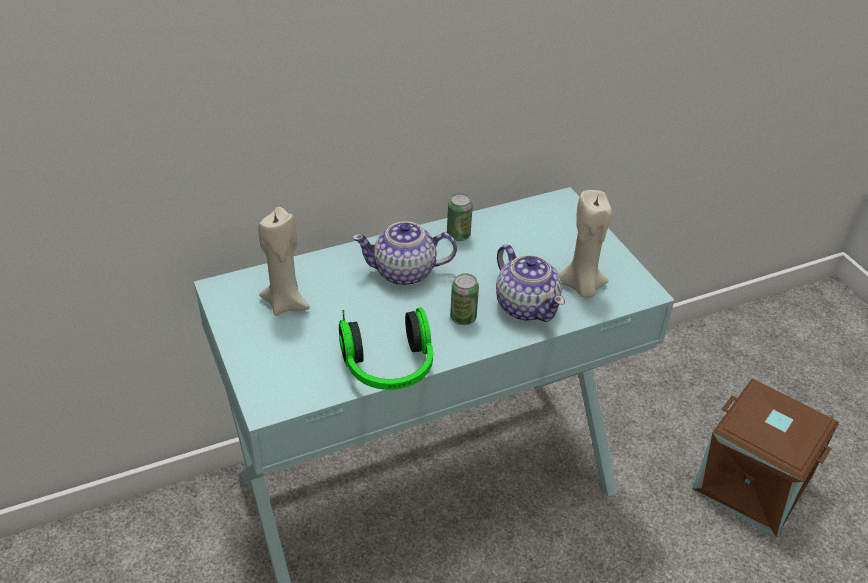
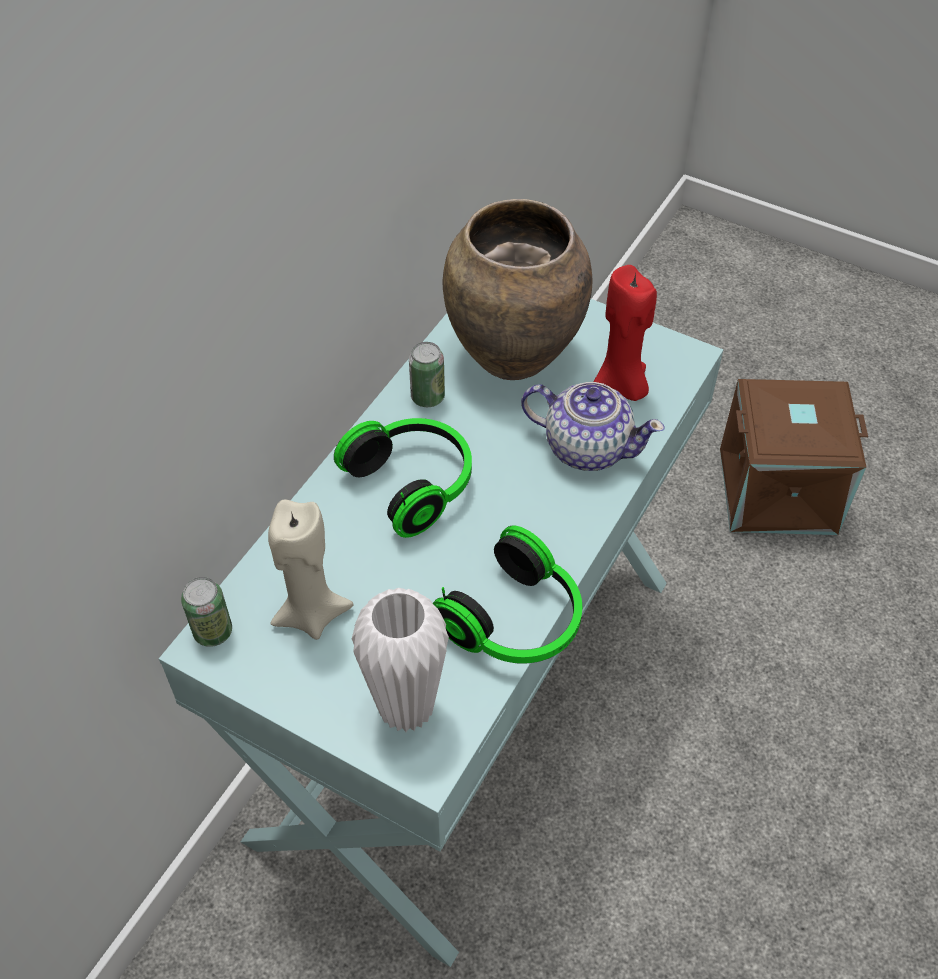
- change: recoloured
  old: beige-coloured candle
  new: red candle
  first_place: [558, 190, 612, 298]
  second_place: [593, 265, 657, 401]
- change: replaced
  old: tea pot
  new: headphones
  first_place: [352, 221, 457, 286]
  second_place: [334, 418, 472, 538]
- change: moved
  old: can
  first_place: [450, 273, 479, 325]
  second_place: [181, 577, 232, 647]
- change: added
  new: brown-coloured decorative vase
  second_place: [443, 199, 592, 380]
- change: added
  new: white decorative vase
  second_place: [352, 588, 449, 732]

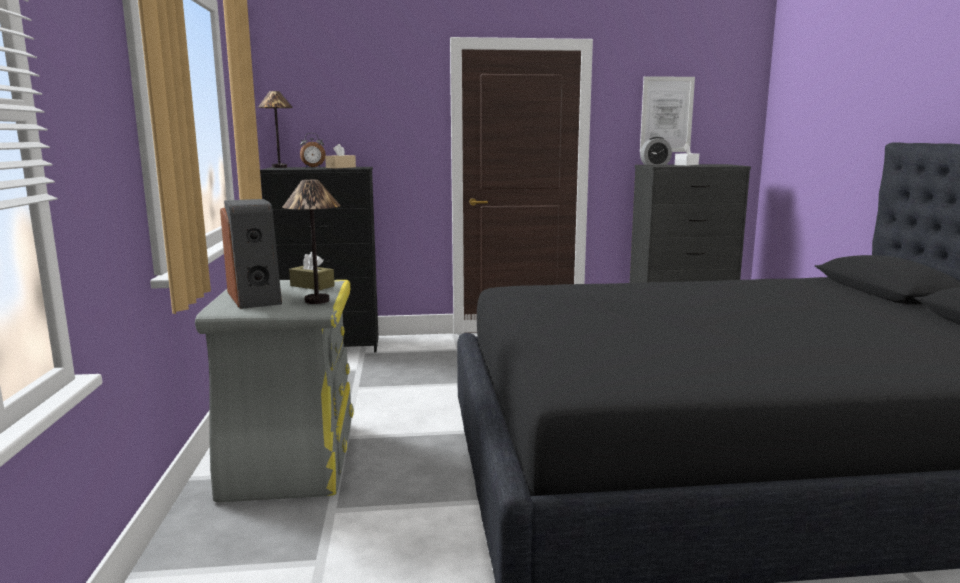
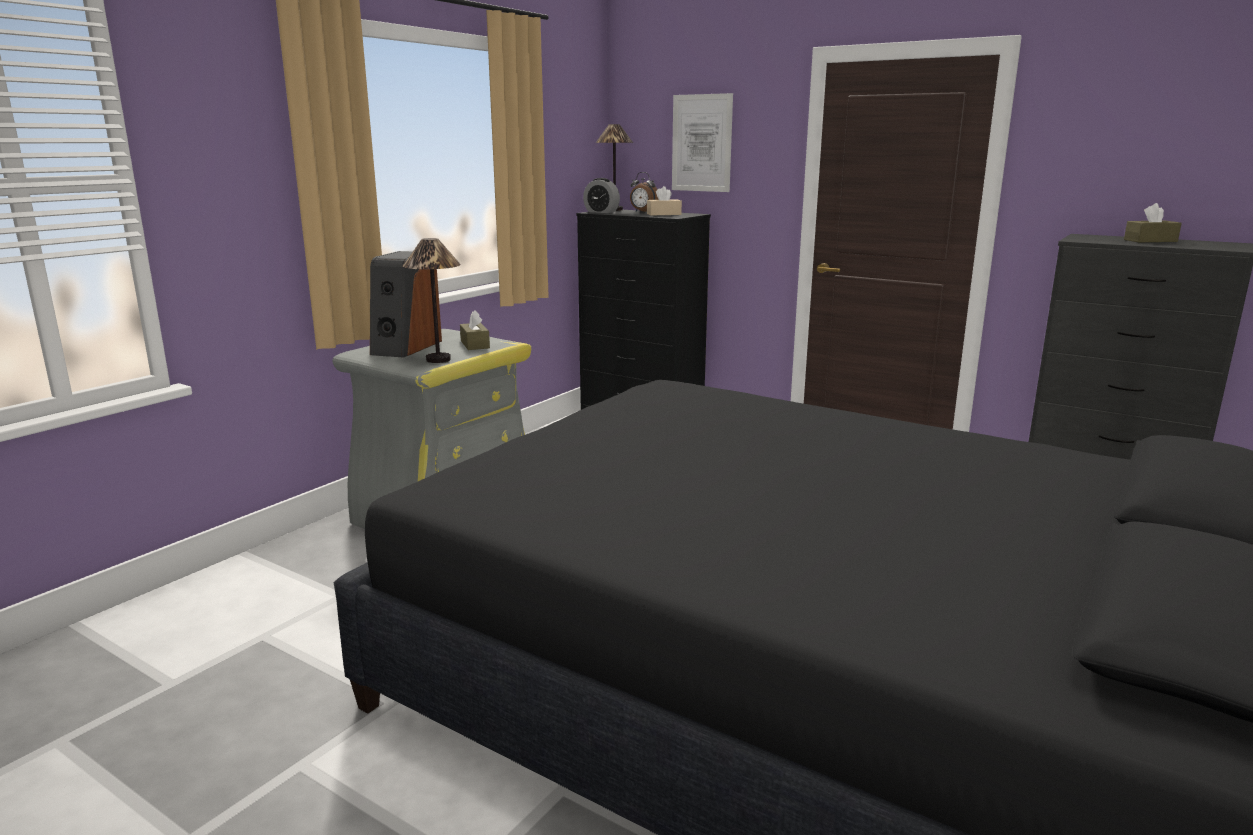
- change: moved
  old: wall art
  first_place: [640, 76, 695, 152]
  second_place: [672, 93, 733, 192]
- change: moved
  old: table clock
  first_place: [640, 137, 672, 165]
  second_place: [583, 178, 620, 213]
- change: recoloured
  old: white tissue holder
  new: brown-coloured tissue holder
  first_place: [675, 143, 699, 166]
  second_place: [1124, 203, 1182, 242]

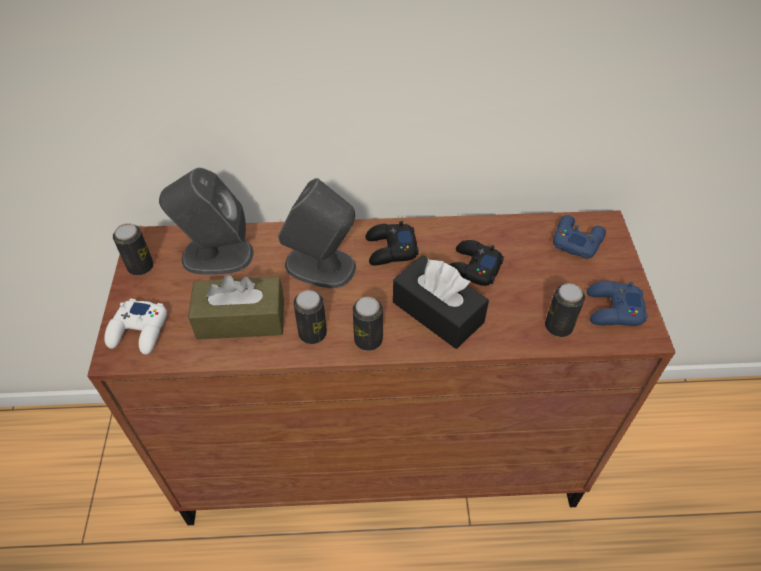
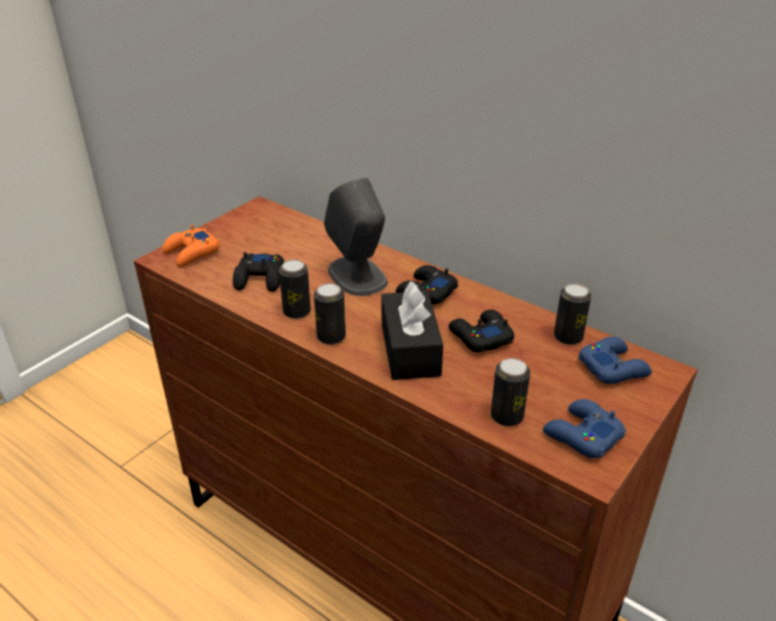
- change: removed
  old: grey audio speaker
  first_place: [159, 168, 253, 275]
- change: moved
  old: can
  first_place: [113, 223, 154, 276]
  second_place: [554, 283, 591, 345]
- change: replaced
  old: brown-coloured tissue holder
  new: blackish gamepad
  first_place: [188, 275, 284, 340]
  second_place: [233, 252, 284, 292]
- change: recoloured
  old: white gamepad
  new: orange gamepad
  first_place: [104, 299, 167, 355]
  second_place: [162, 225, 220, 267]

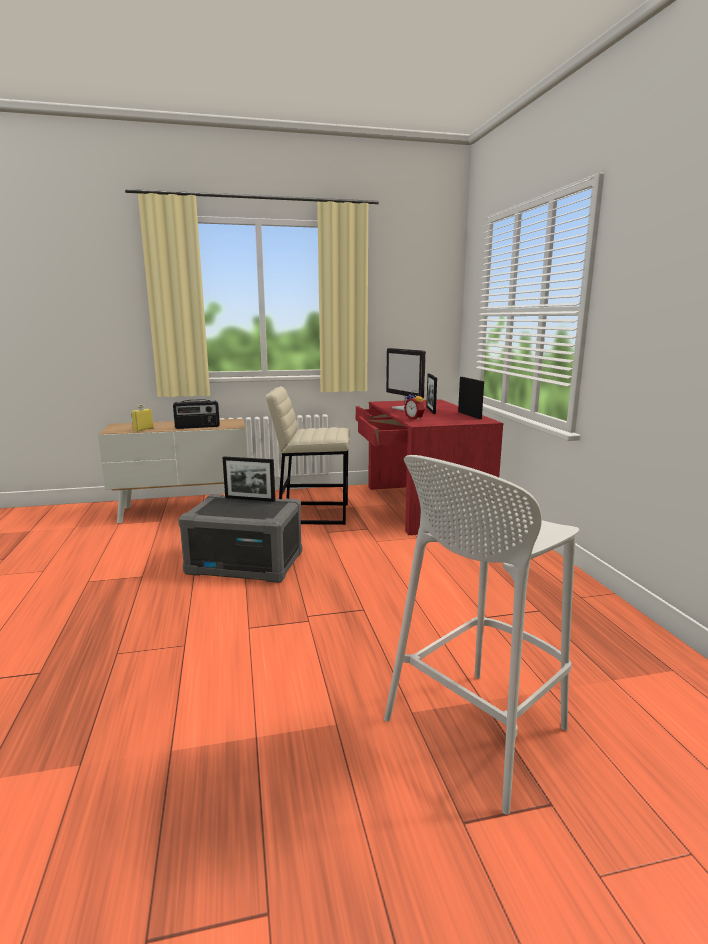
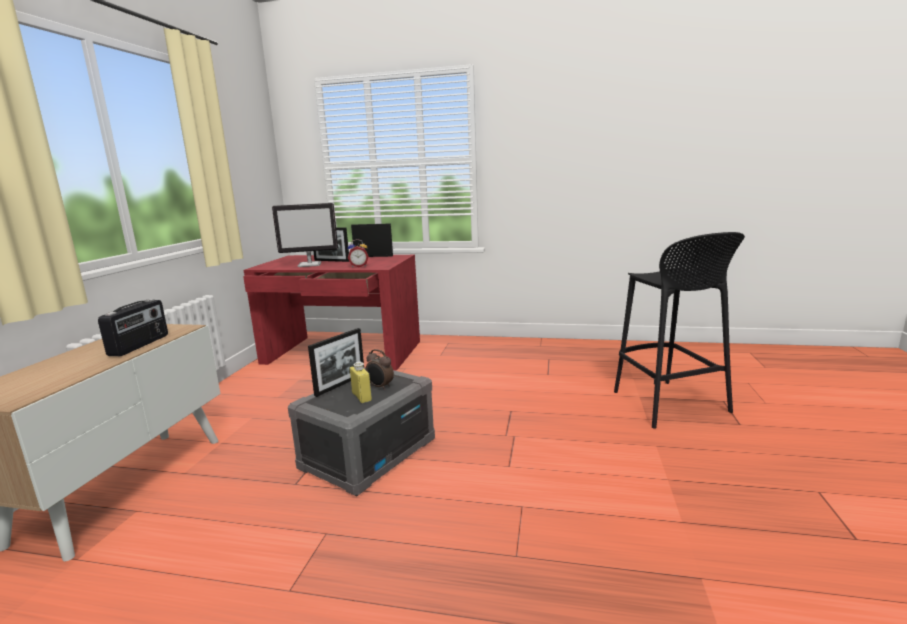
- change: removed
  old: beige-coloured chair
  first_place: [266, 386, 350, 525]
- change: moved
  old: yellow drink bottle
  first_place: [131, 404, 154, 432]
  second_place: [350, 362, 372, 403]
- change: recoloured
  old: white stool seat
  new: blackish stool seat
  first_place: [384, 455, 579, 815]
  second_place: [614, 232, 745, 429]
- change: added
  new: table clock
  second_place: [365, 349, 394, 390]

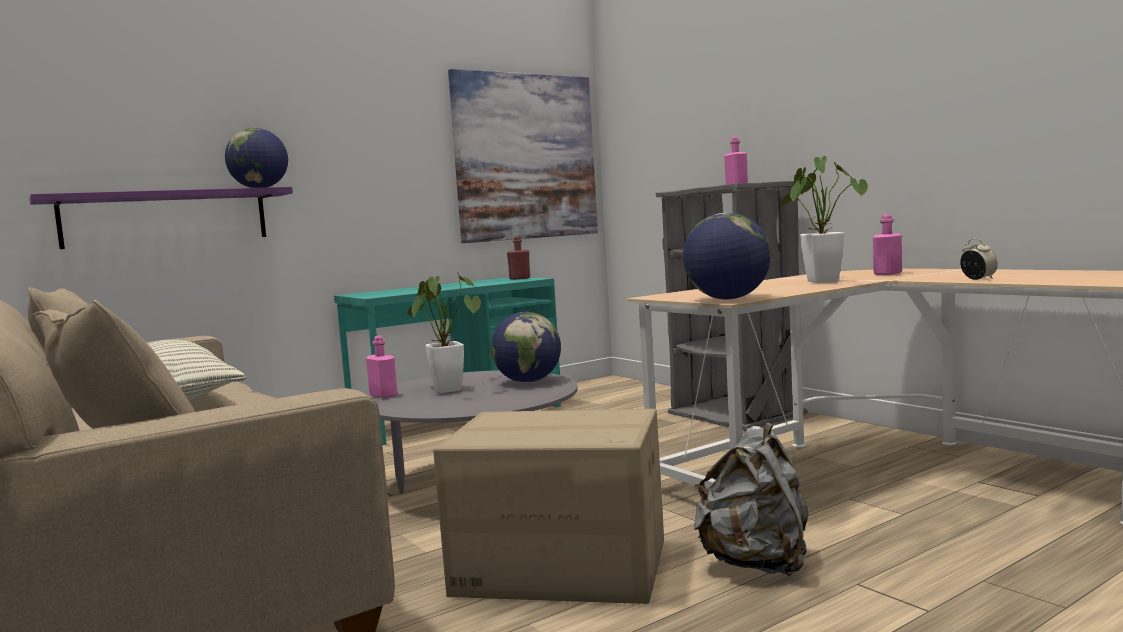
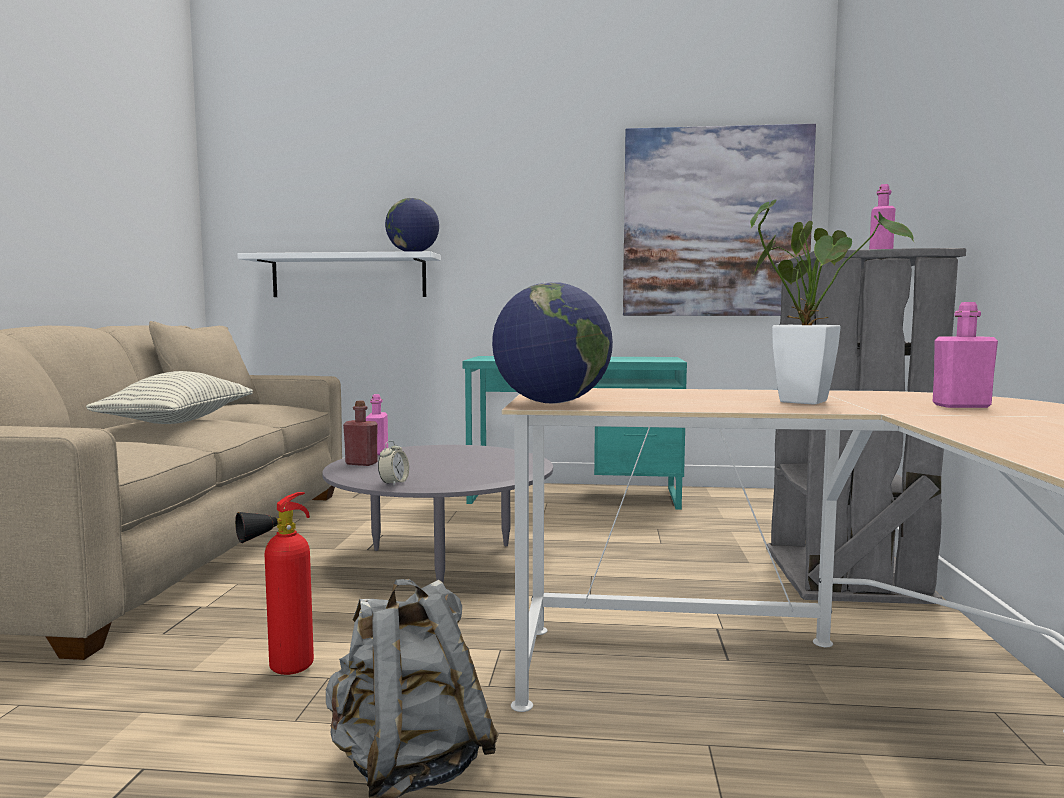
- change: recoloured
  old: purplish bracket shelf
  new: white bracket shelf
  first_place: [29, 187, 293, 249]
  second_place: [237, 251, 441, 297]
- change: moved
  old: red drink bottle
  first_place: [507, 236, 530, 280]
  second_place: [343, 401, 378, 466]
- change: moved
  old: table clock
  first_place: [960, 238, 998, 280]
  second_place: [378, 440, 409, 486]
- change: removed
  old: potted plant
  first_place: [407, 272, 481, 393]
- change: removed
  old: world globe
  first_place: [491, 312, 561, 383]
- change: replaced
  old: cardboard box
  new: fire extinguisher
  first_place: [433, 409, 664, 604]
  second_place: [235, 492, 314, 675]

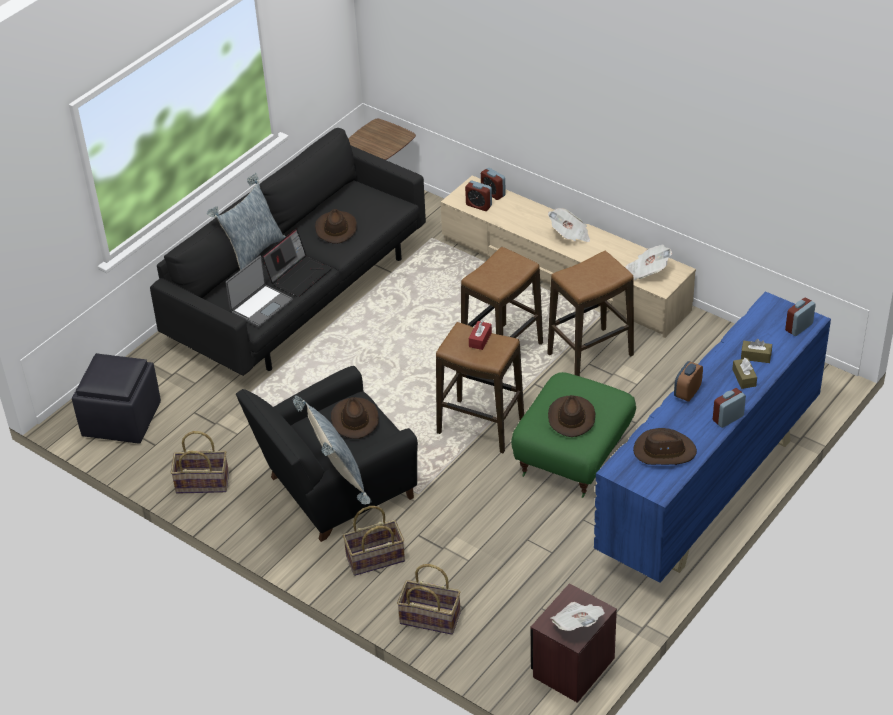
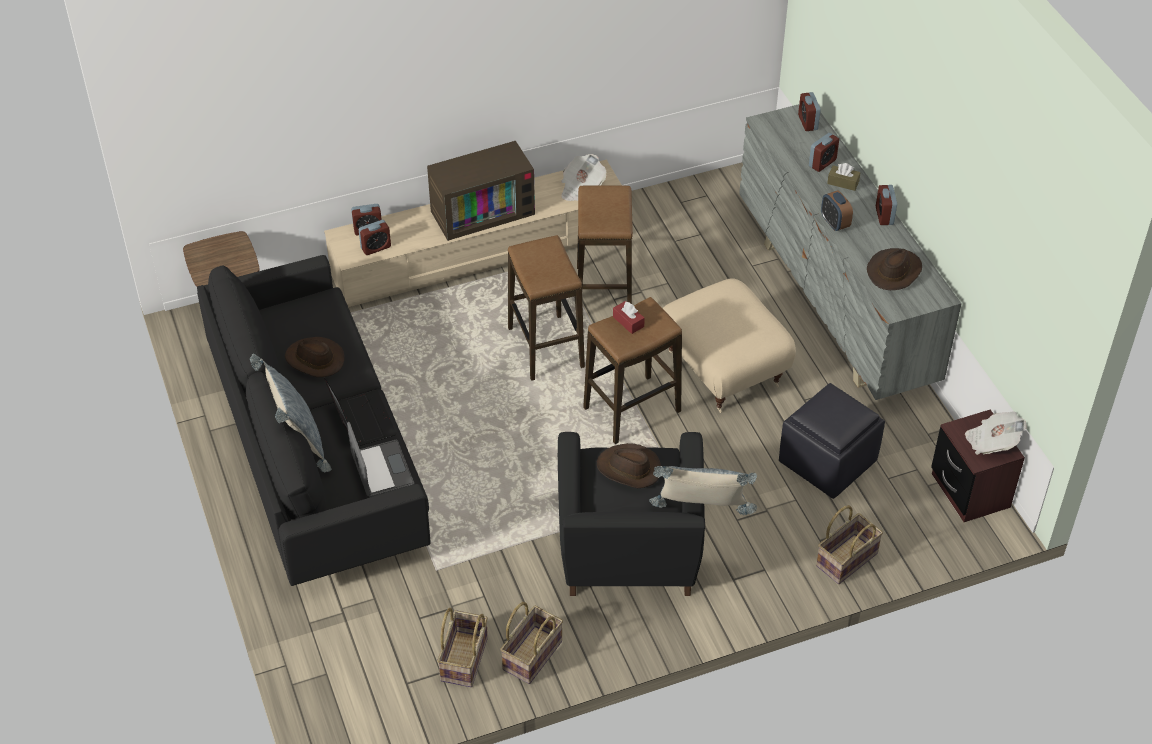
- change: replaced
  old: newspaper
  new: TV set
  first_place: [548, 208, 590, 242]
  second_place: [427, 141, 535, 241]
- change: recoloured
  old: blue cabinet
  new: grey cabinet
  first_place: [594, 291, 831, 583]
  second_place: [739, 104, 962, 400]
- change: replaced
  old: brown-coloured tissue holder
  new: table clock
  first_place: [741, 339, 772, 363]
  second_place: [809, 133, 839, 172]
- change: moved
  old: blackish ottoman
  first_place: [72, 353, 161, 444]
  second_place: [779, 383, 885, 499]
- change: recoloured
  old: greenish ottoman
  new: beige-coloured ottoman
  first_place: [511, 372, 636, 498]
  second_place: [663, 279, 796, 413]
- change: removed
  old: brown-coloured hat
  first_place: [548, 395, 595, 437]
- change: moved
  old: basket
  first_place: [343, 506, 405, 576]
  second_place: [437, 608, 488, 687]

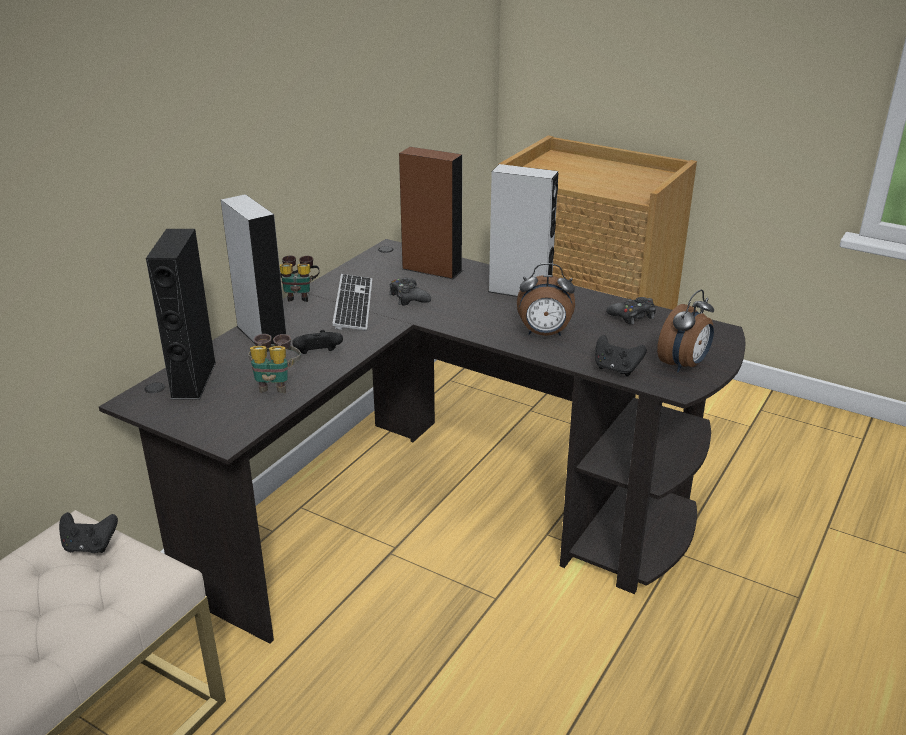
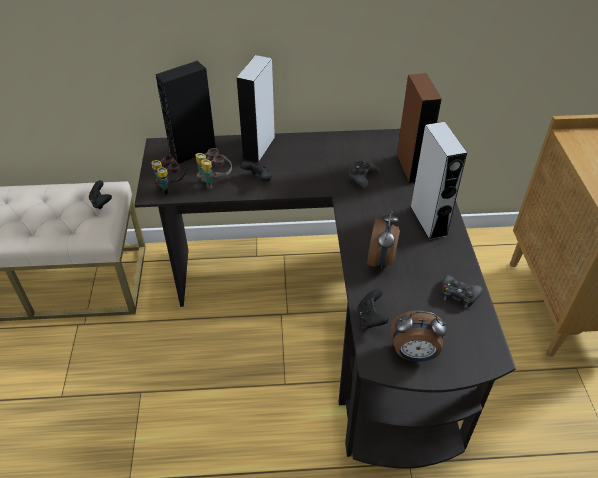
- change: moved
  old: pair of binoculars
  first_place: [279, 255, 320, 302]
  second_place: [151, 156, 186, 194]
- change: turned
  old: table clock
  first_place: [517, 263, 575, 336]
  second_place: [367, 211, 400, 270]
  degrees: -135
- change: removed
  old: keyboard
  first_place: [332, 274, 372, 331]

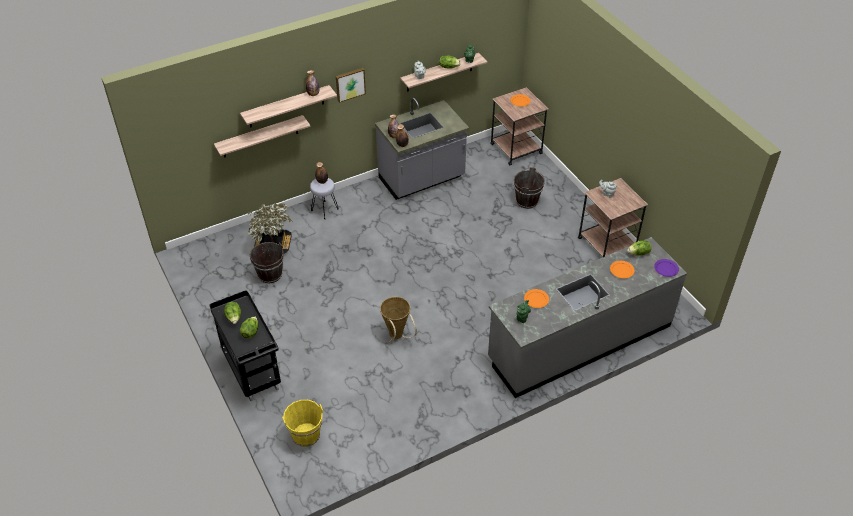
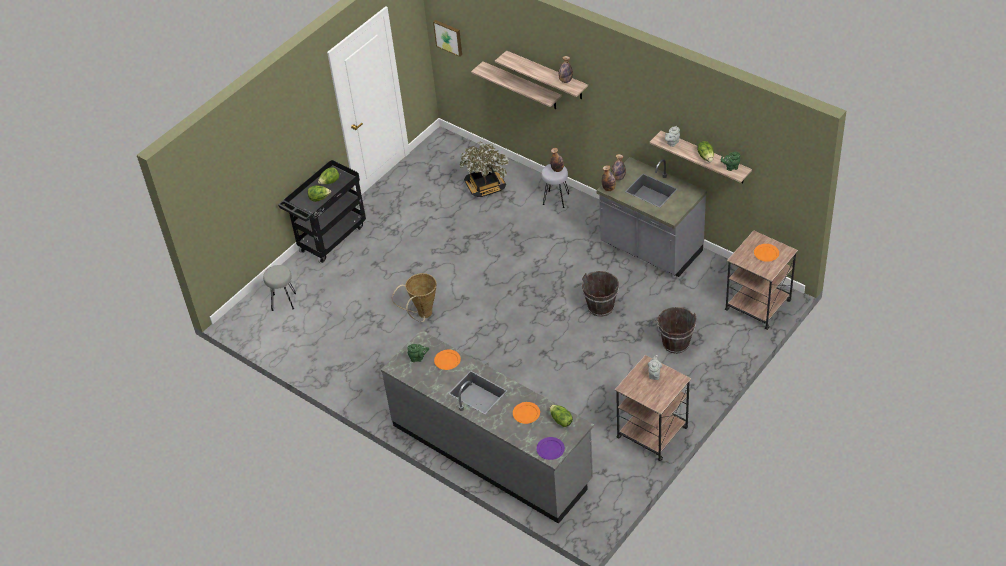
- change: moved
  old: wall art
  first_place: [336, 68, 366, 103]
  second_place: [433, 20, 462, 57]
- change: moved
  old: brown-coloured pail
  first_place: [249, 242, 284, 283]
  second_place: [582, 271, 619, 317]
- change: replaced
  old: yellow pail
  new: grey stool seat
  first_place: [282, 400, 323, 447]
  second_place: [263, 265, 296, 311]

